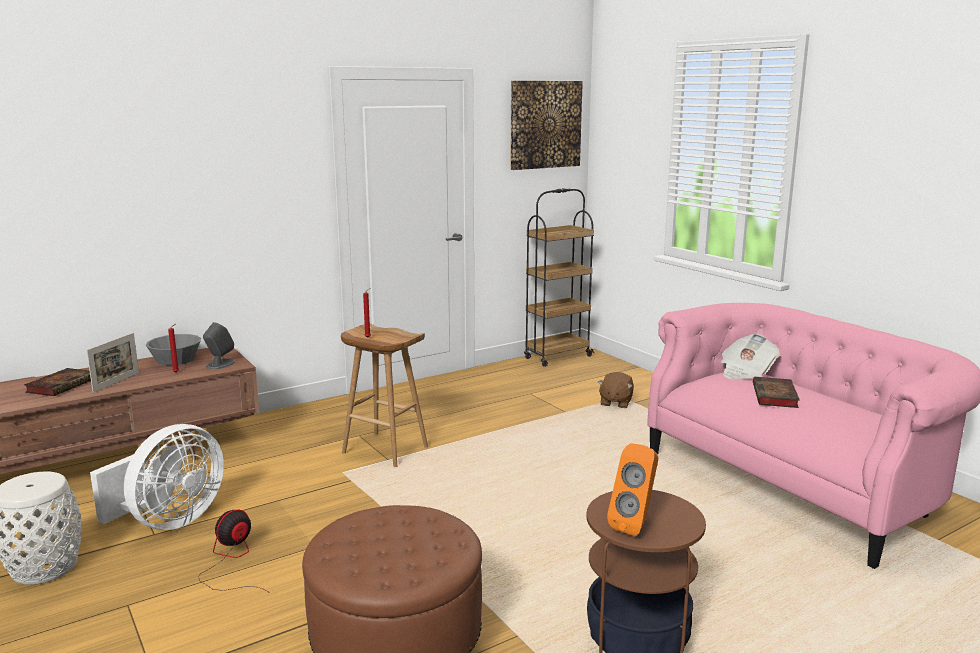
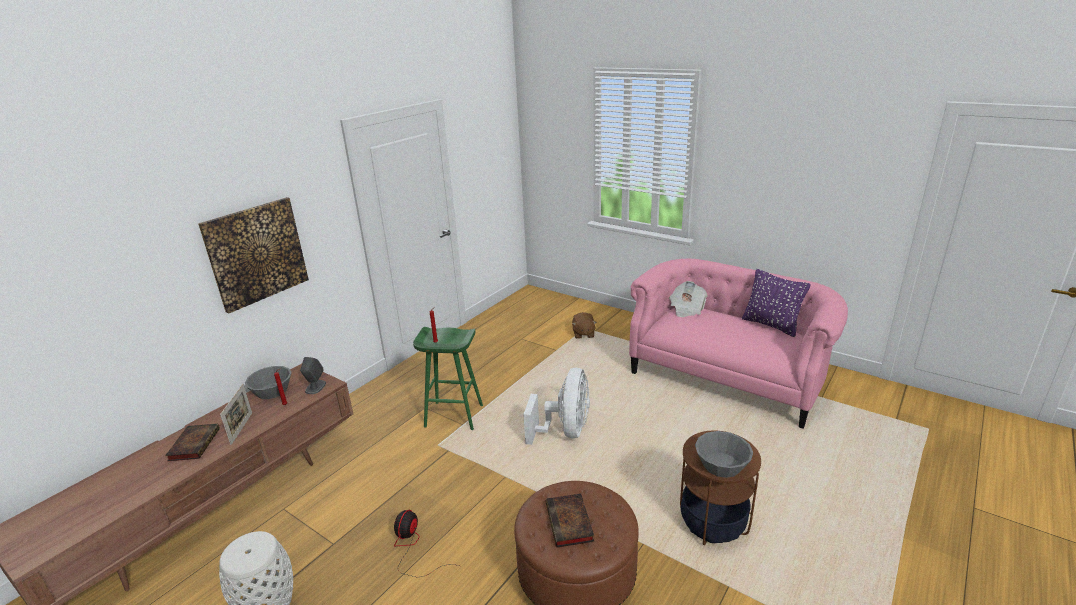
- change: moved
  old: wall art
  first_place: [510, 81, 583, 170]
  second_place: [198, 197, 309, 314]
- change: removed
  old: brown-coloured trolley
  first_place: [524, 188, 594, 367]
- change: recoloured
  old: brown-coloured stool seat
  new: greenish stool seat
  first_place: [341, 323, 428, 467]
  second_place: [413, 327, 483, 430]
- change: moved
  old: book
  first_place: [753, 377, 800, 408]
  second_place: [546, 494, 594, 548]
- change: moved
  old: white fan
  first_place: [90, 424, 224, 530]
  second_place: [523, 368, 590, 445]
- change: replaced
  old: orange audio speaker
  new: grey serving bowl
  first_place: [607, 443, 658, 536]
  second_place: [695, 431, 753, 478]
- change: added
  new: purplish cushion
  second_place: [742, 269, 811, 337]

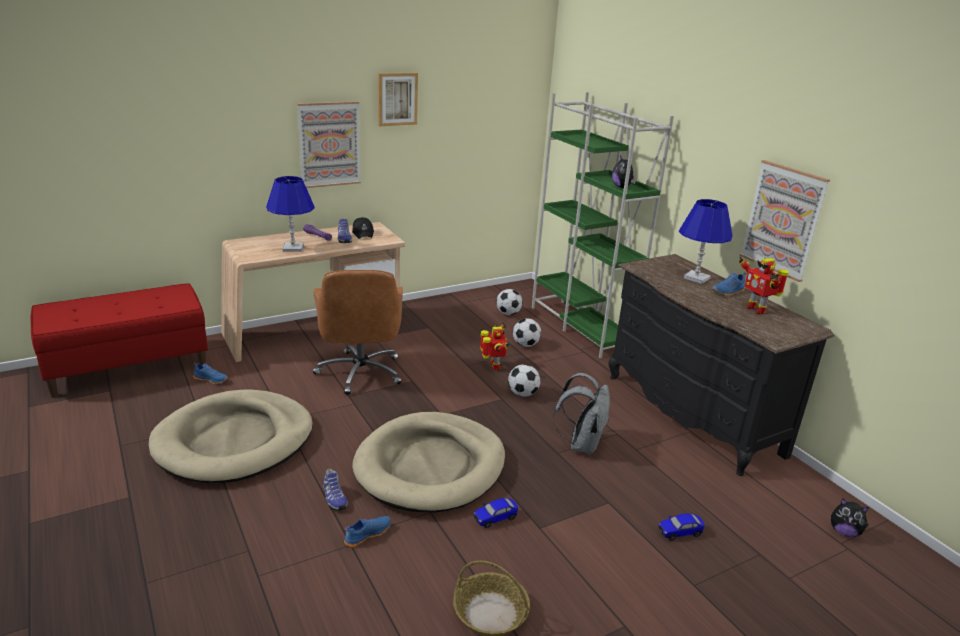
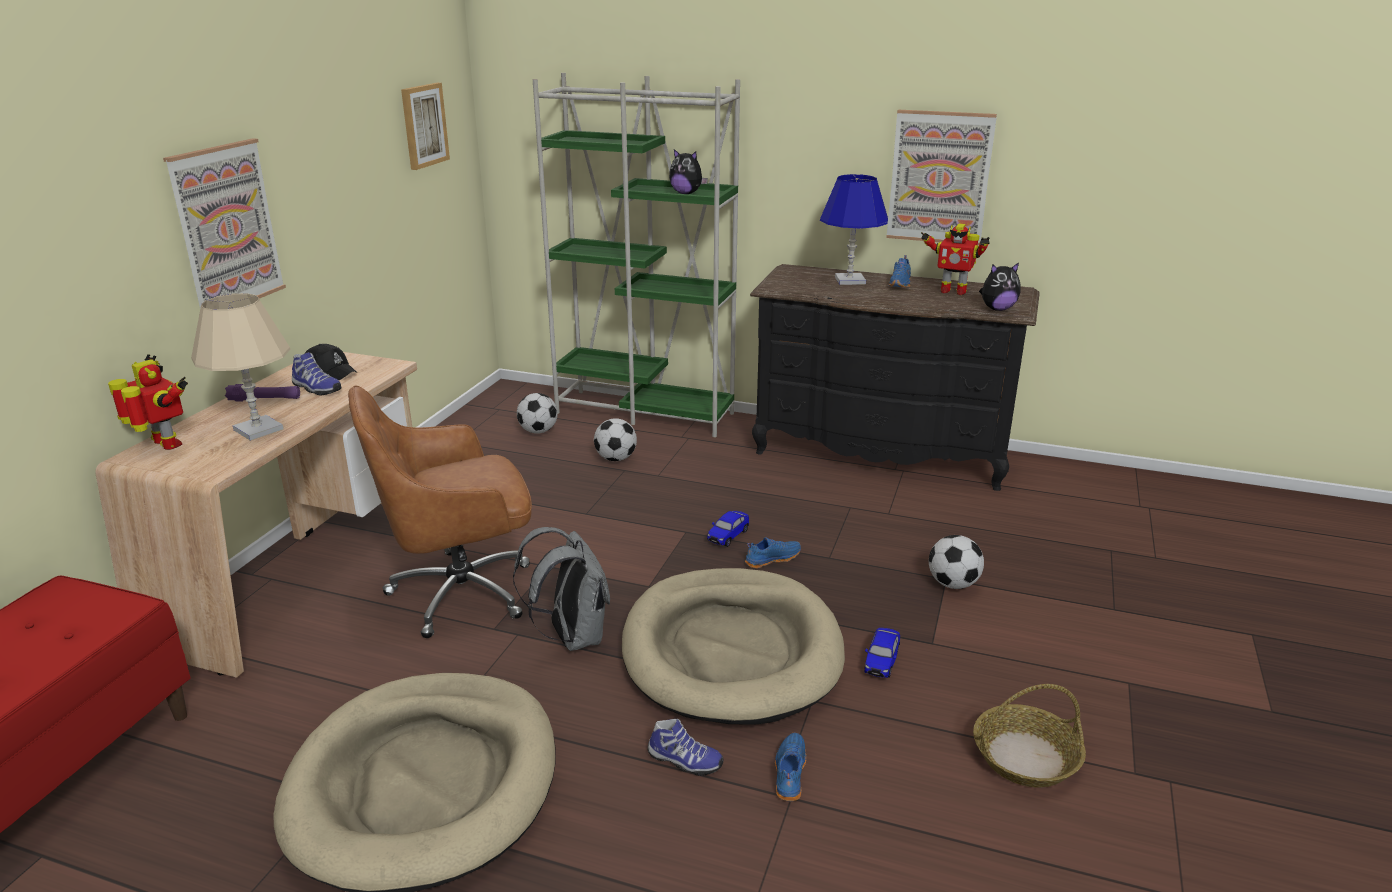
- change: moved
  old: wall art
  first_place: [378, 73, 418, 126]
  second_place: [401, 83, 450, 170]
- change: recoloured
  old: blue lamp for a table
  new: beige-coloured lamp for a table
  first_place: [266, 176, 315, 252]
  second_place: [191, 293, 291, 441]
- change: turned
  old: brown-coloured desk chair
  first_place: [313, 270, 403, 395]
  second_place: [348, 385, 532, 638]
  degrees: 120
- change: moved
  old: model robot
  first_place: [480, 322, 511, 370]
  second_place: [108, 354, 188, 450]
- change: moved
  old: blue item of footwear
  first_place: [193, 362, 228, 384]
  second_place: [745, 537, 801, 568]
- change: moved
  old: football
  first_place: [508, 364, 540, 397]
  second_place: [929, 535, 984, 589]
- change: moved
  old: grey rucksack
  first_place: [553, 373, 610, 455]
  second_place: [513, 527, 610, 651]
- change: moved
  old: plush toy
  first_place: [831, 498, 869, 537]
  second_place: [979, 263, 1020, 311]
- change: moved
  old: model car
  first_place: [658, 513, 705, 541]
  second_place: [707, 511, 749, 547]

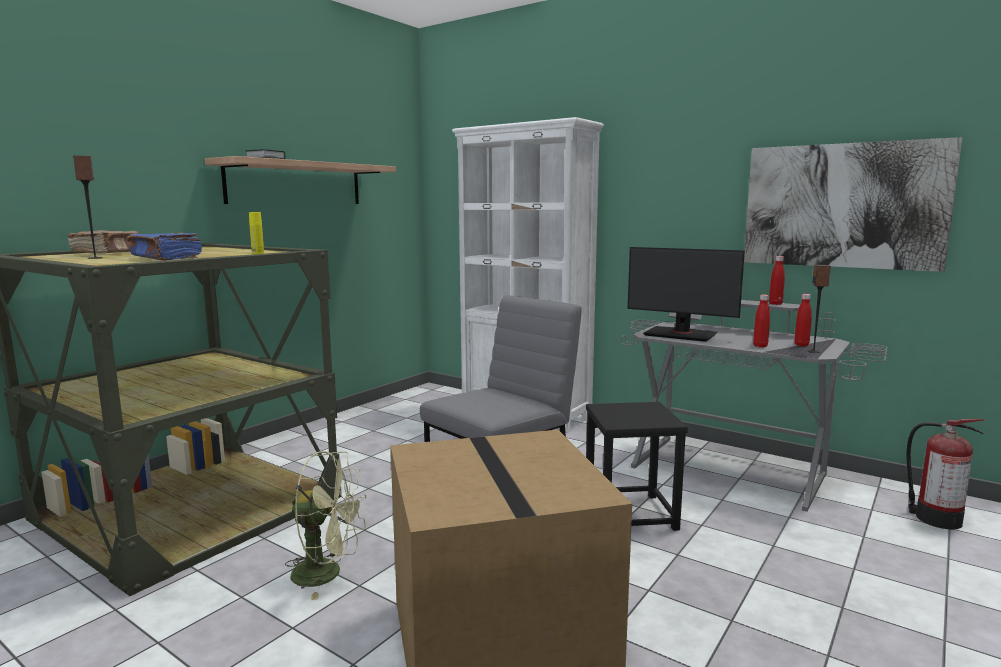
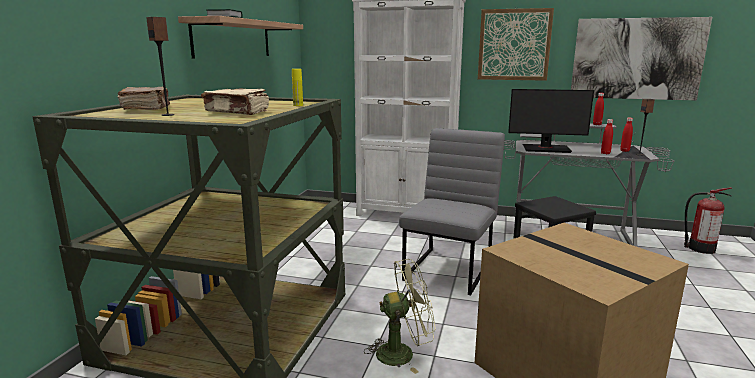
- change: recoloured
  old: blue book
  new: beige-coloured book
  first_place: [126, 233, 202, 261]
  second_place: [201, 89, 269, 115]
- change: added
  new: wall art
  second_place: [478, 8, 554, 81]

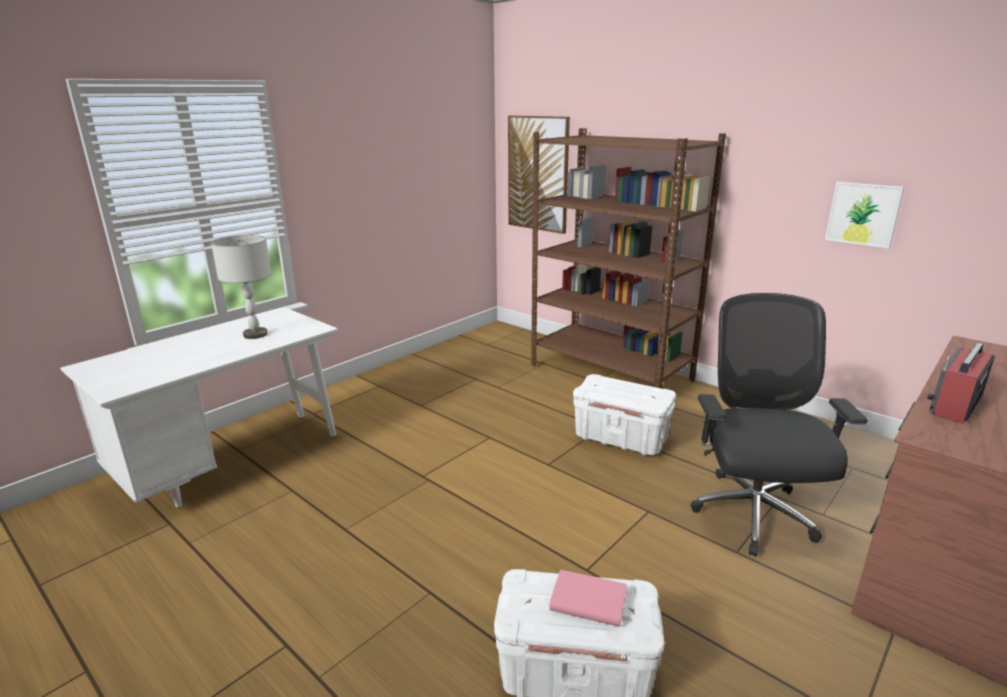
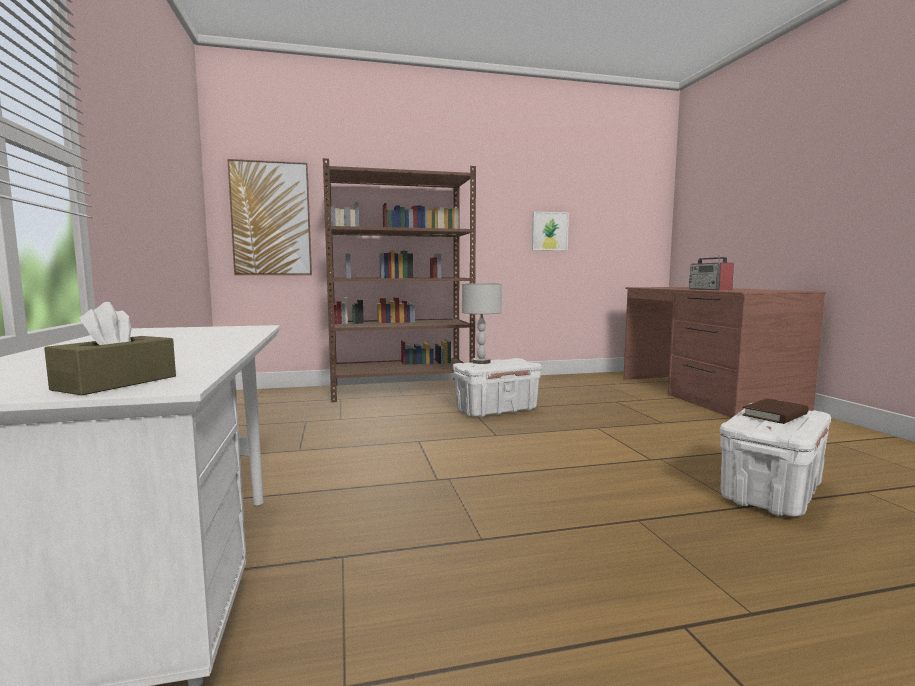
- change: moved
  old: grey lamp for a table
  first_place: [211, 235, 272, 339]
  second_place: [462, 283, 502, 364]
- change: removed
  old: desk chair
  first_place: [691, 293, 868, 556]
- change: recoloured
  old: pink book
  new: brown-coloured book
  first_place: [549, 570, 627, 627]
  second_place: [742, 398, 808, 424]
- change: added
  new: brown-coloured tissue holder
  second_place: [44, 302, 176, 395]

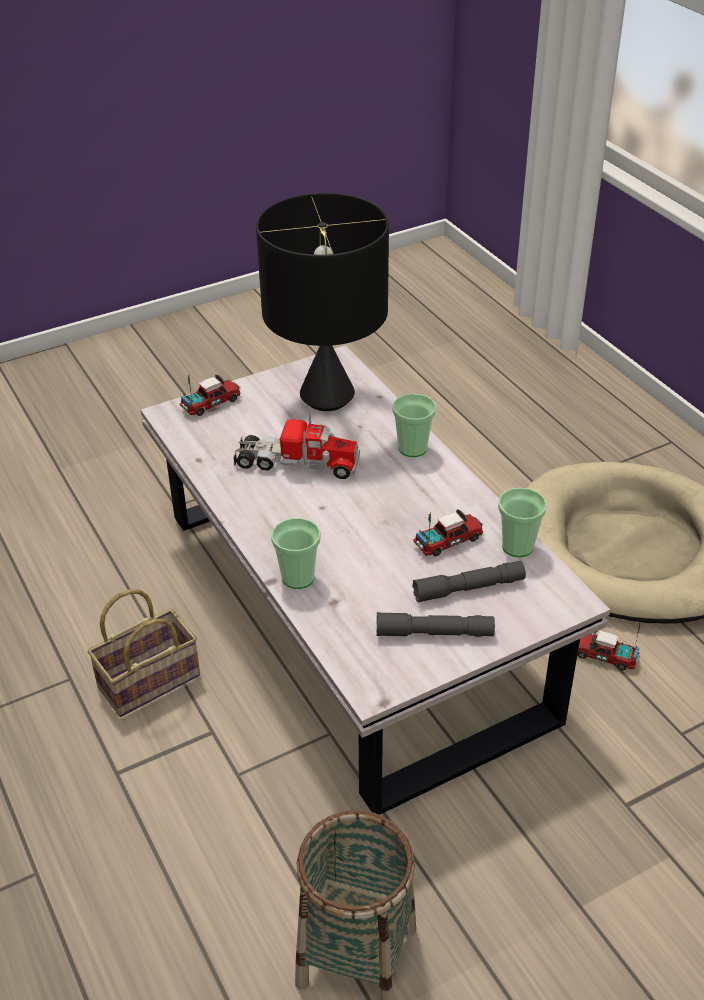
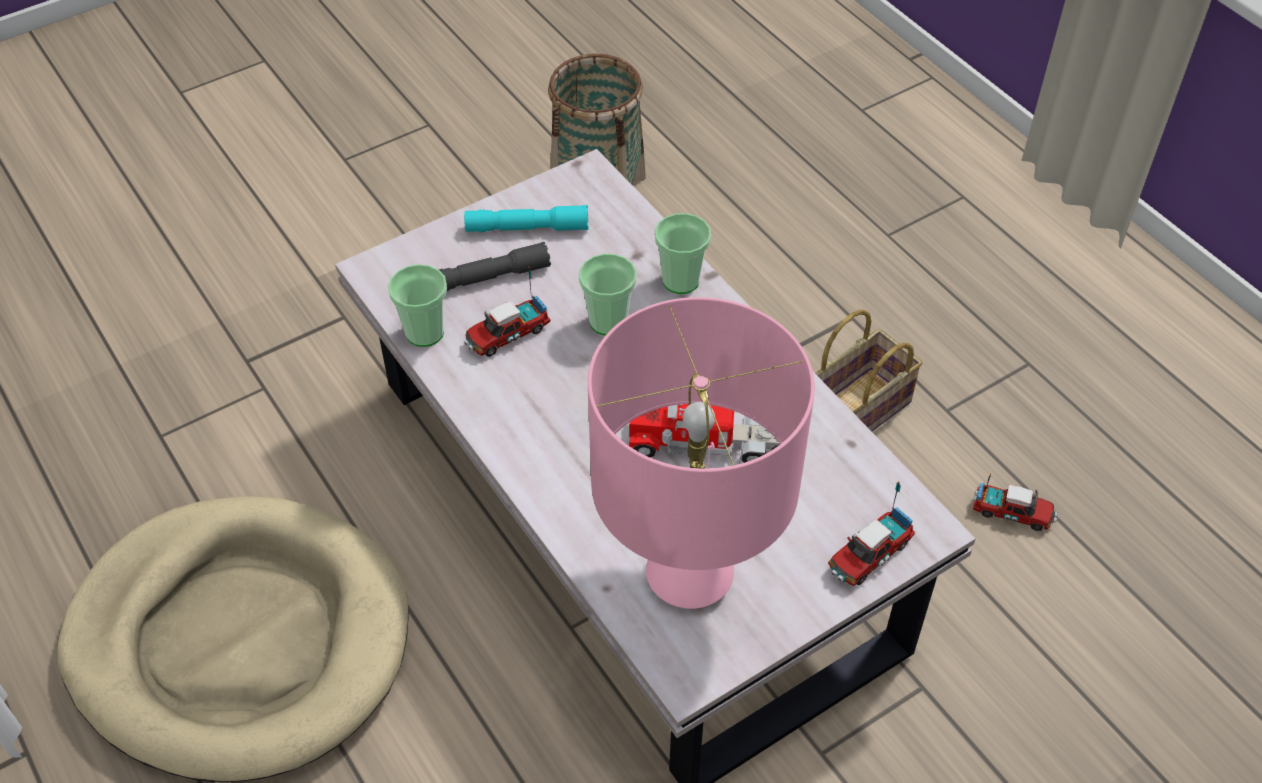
- change: recoloured
  old: blackish lamp for a table
  new: pink lamp for a table
  first_place: [256, 193, 389, 411]
  second_place: [588, 297, 815, 609]
- change: moved
  old: cup
  first_place: [392, 394, 436, 457]
  second_place: [579, 254, 637, 335]
- change: recoloured
  old: grey torch
  new: turquoise torch
  first_place: [376, 612, 495, 637]
  second_place: [464, 205, 588, 232]
- change: moved
  old: toy lorry
  first_place: [578, 624, 640, 670]
  second_place: [973, 473, 1058, 531]

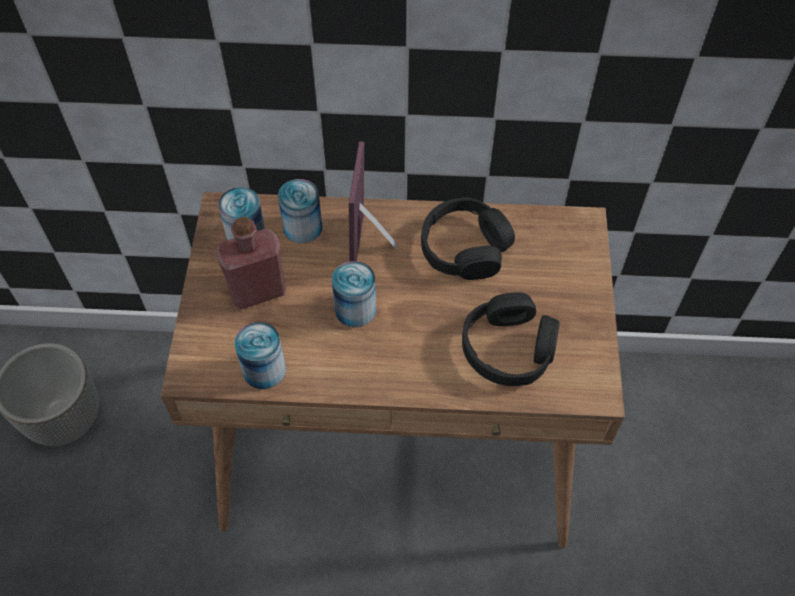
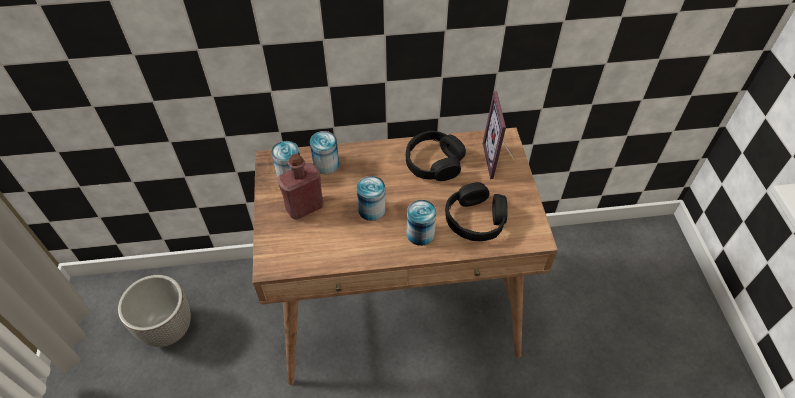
- change: moved
  old: picture frame
  first_place: [349, 141, 397, 261]
  second_place: [483, 91, 514, 179]
- change: moved
  old: can
  first_place: [234, 322, 286, 389]
  second_place: [407, 200, 436, 246]

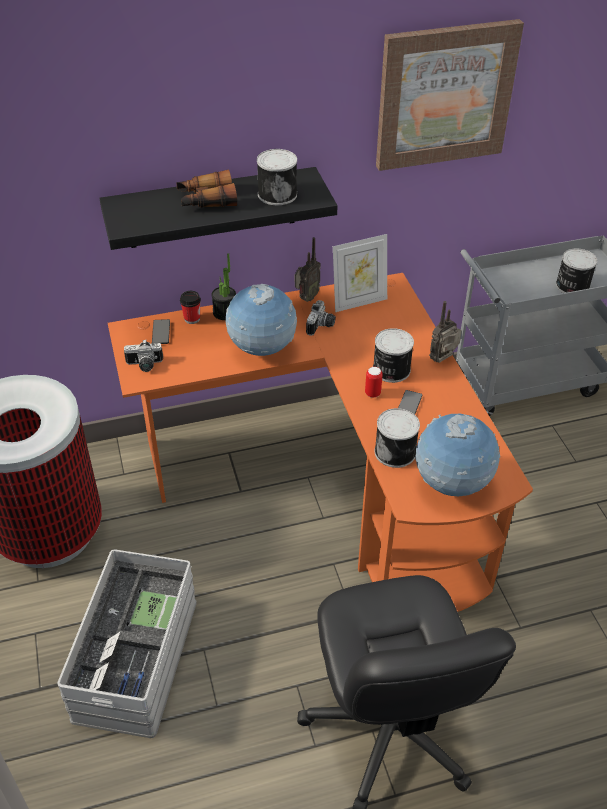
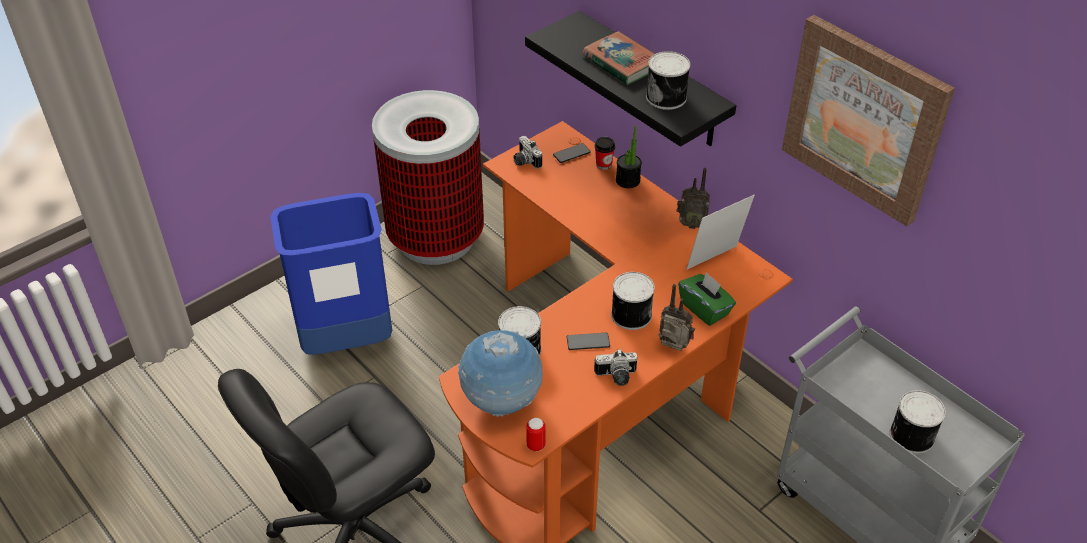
- change: replaced
  old: pair of binoculars
  new: book
  first_place: [176, 169, 237, 208]
  second_place: [583, 31, 655, 85]
- change: turned
  old: picture frame
  first_place: [333, 234, 387, 312]
  second_place: [687, 195, 755, 269]
  degrees: 105
- change: removed
  old: world globe
  first_place: [226, 284, 297, 356]
- change: moved
  old: still camera
  first_place: [306, 300, 336, 336]
  second_place: [594, 349, 637, 386]
- change: moved
  old: can
  first_place: [365, 367, 383, 398]
  second_place: [526, 418, 546, 452]
- change: replaced
  old: grey storage container
  new: blue trash can
  first_place: [57, 549, 197, 738]
  second_place: [270, 193, 392, 355]
- change: added
  new: greenish tissue holder
  second_place: [678, 272, 736, 326]

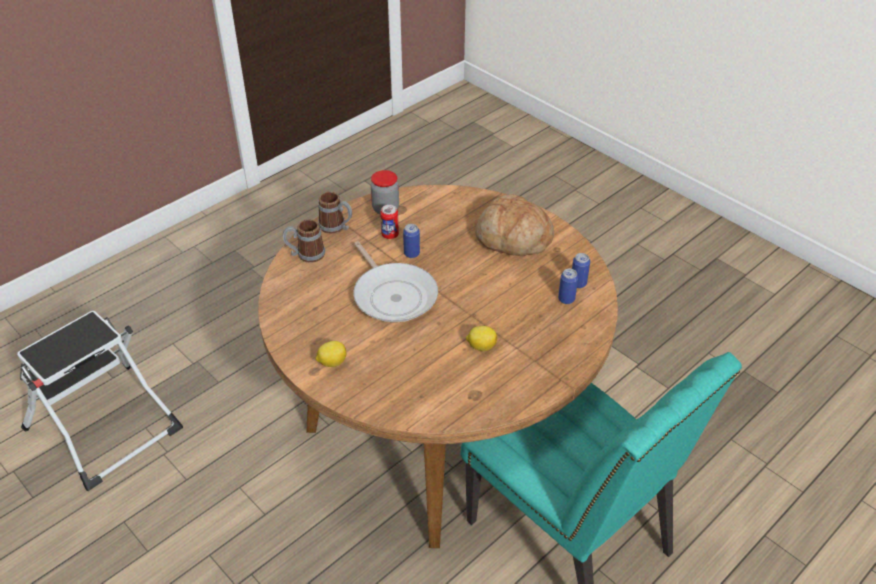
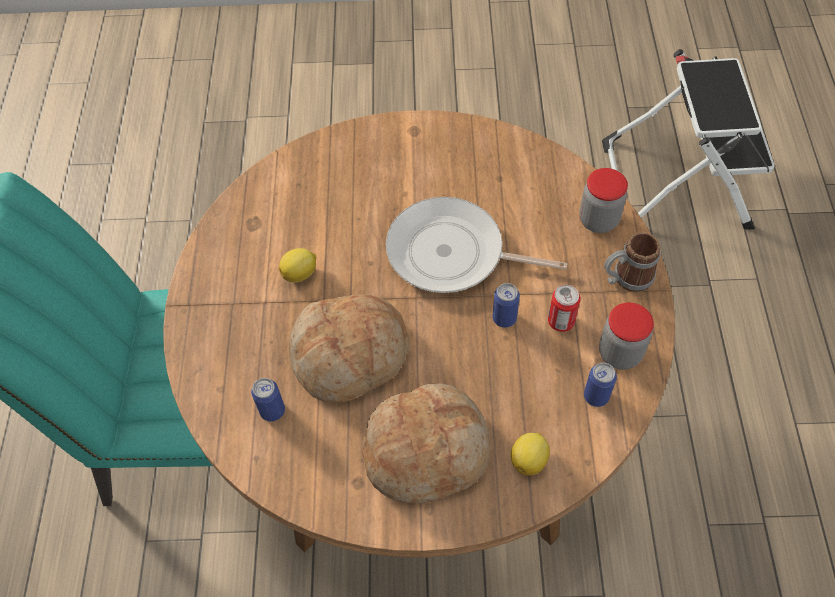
- change: replaced
  old: coffee mug
  new: preserve jar
  first_place: [283, 219, 325, 263]
  second_place: [579, 168, 628, 233]
- change: moved
  old: can
  first_place: [572, 253, 590, 288]
  second_place: [584, 363, 617, 407]
- change: moved
  old: lemon
  first_place: [315, 341, 347, 367]
  second_place: [511, 433, 550, 476]
- change: added
  new: baked bread
  second_place: [289, 294, 410, 402]

